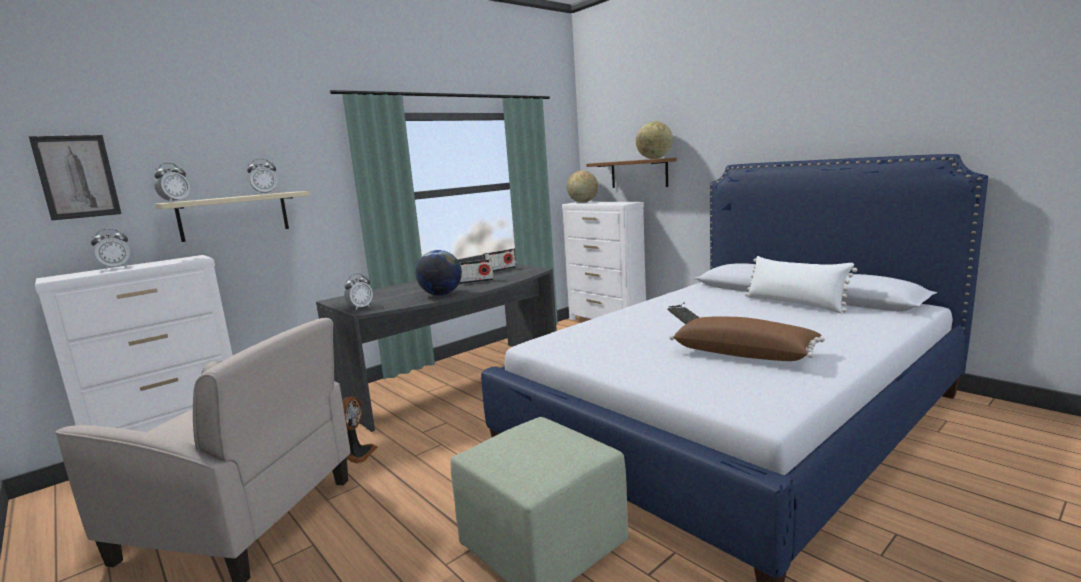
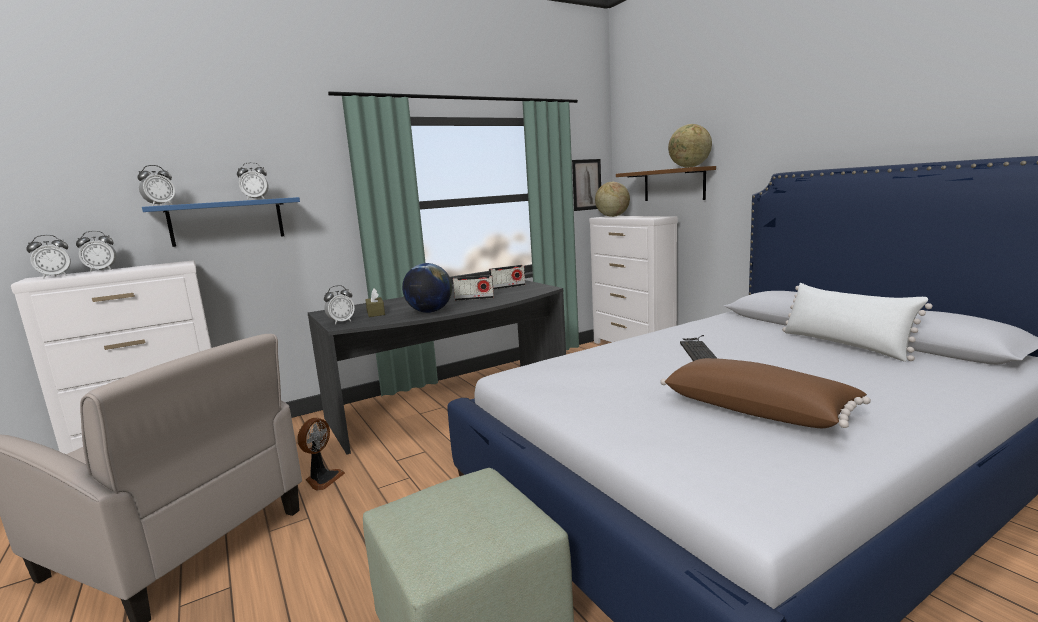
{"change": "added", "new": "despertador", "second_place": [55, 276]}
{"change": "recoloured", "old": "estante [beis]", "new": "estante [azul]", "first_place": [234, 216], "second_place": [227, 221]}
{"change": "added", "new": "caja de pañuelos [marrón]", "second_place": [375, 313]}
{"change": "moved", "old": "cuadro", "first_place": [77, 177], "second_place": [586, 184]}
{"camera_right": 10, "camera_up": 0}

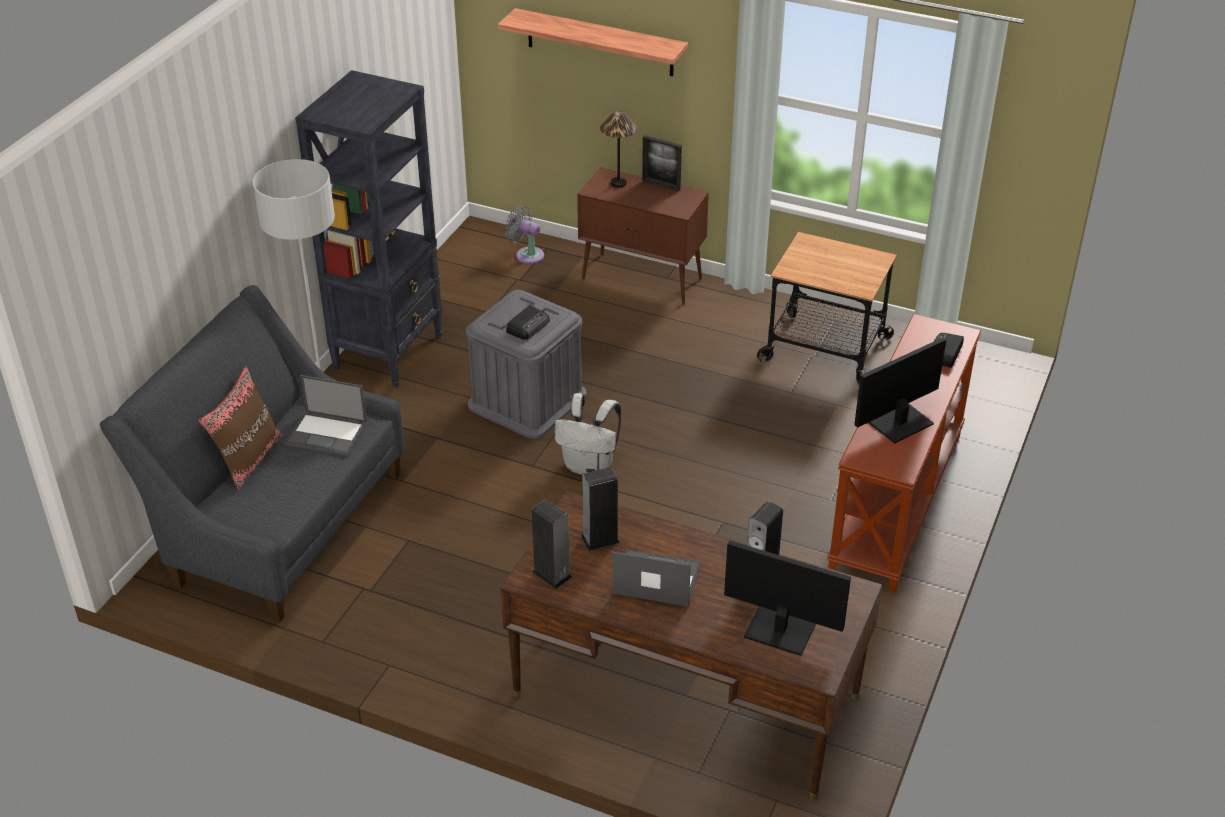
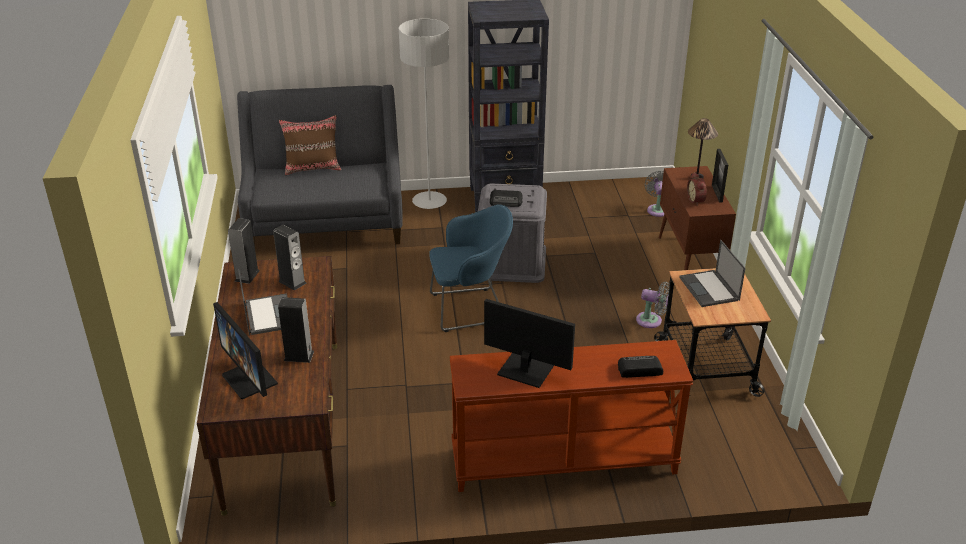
{"change": "turned", "old": "monitor", "first_place": [779, 629], "second_place": [250, 379], "degrees": 150}
{"change": "replaced", "old": "mochila [blanco]", "new": "sillón [azul]", "first_place": [590, 466], "second_place": [470, 308]}
{"change": "added", "new": "ventilador [gris]", "second_place": [651, 321]}
{"change": "moved", "old": "portátil", "first_place": [328, 433], "second_place": [709, 289]}
{"change": "added", "new": "despertador", "second_place": [696, 200]}
{"change": "removed", "old": "estante", "first_place": [600, 42]}
{"camera_right": 60, "camera_up": -5}

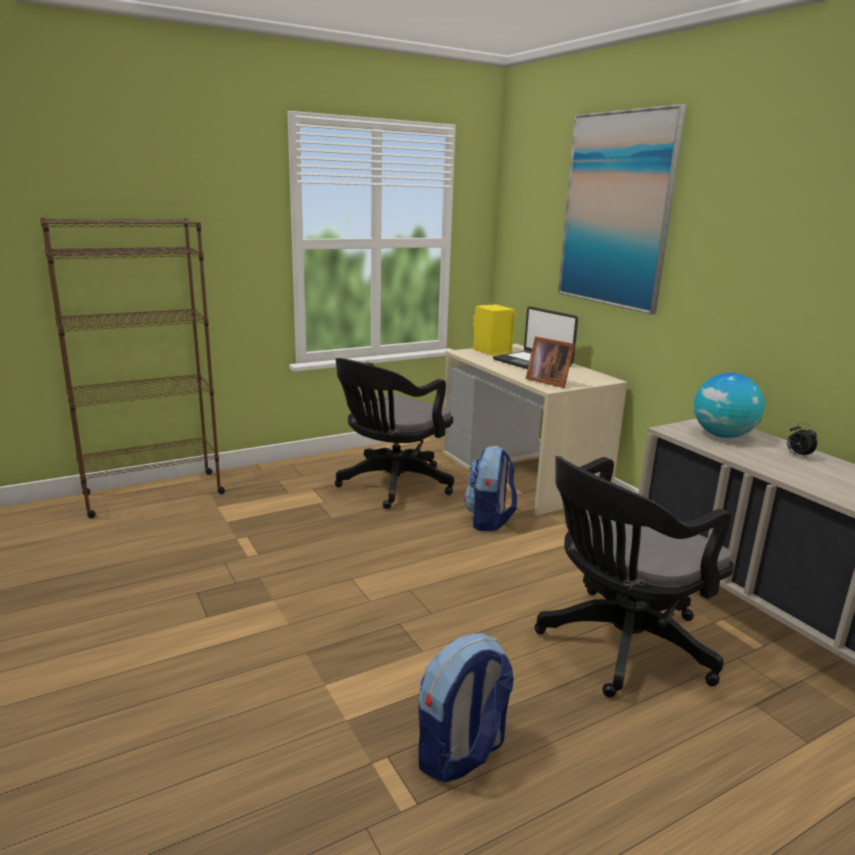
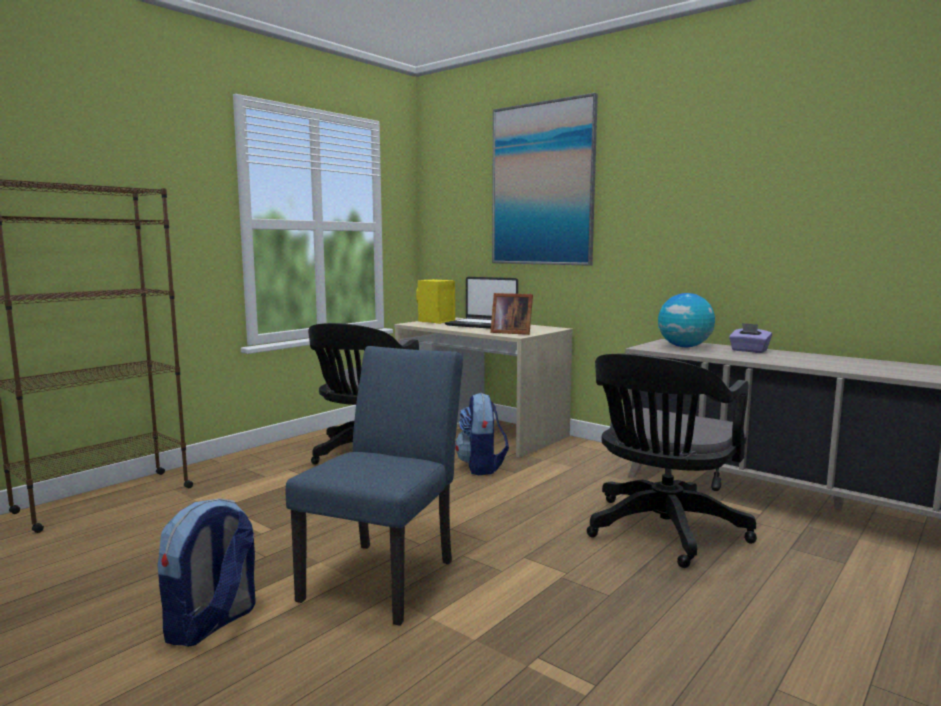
{"change": "moved", "old": "mochila", "first_place": [461, 754], "second_place": [211, 624]}
{"change": "added", "new": "silla [azul]", "second_place": [386, 574]}
{"change": "replaced", "old": "despertador", "new": "caja de pañuelos [morado]", "first_place": [798, 455], "second_place": [749, 351]}
{"camera_right": -20, "camera_up": -10}

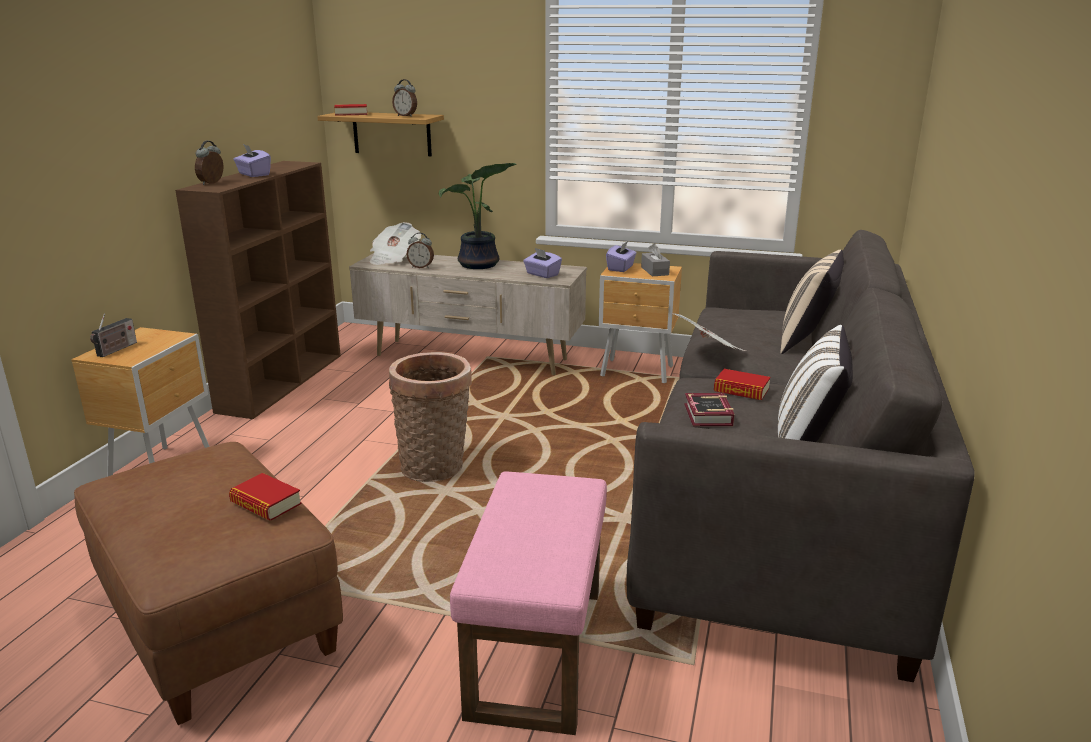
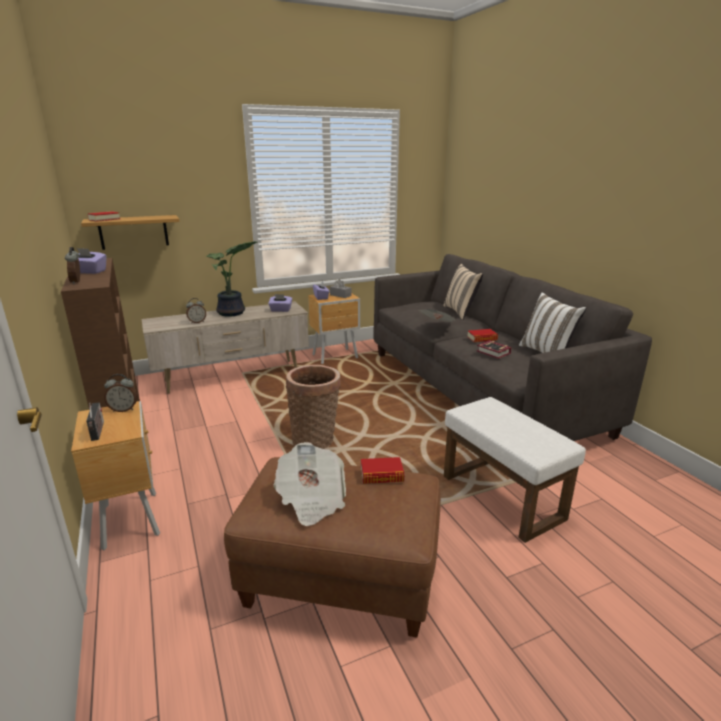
{"change": "moved", "old": "despertador", "first_place": [406, 116], "second_place": [124, 409]}
{"change": "moved", "old": "periódico", "first_place": [394, 258], "second_place": [311, 499]}
{"change": "recoloured", "old": "puf [rosa]", "new": "puf [blanco]", "first_place": [538, 653], "second_place": [503, 497]}
{"camera_right": -40, "camera_up": 0}

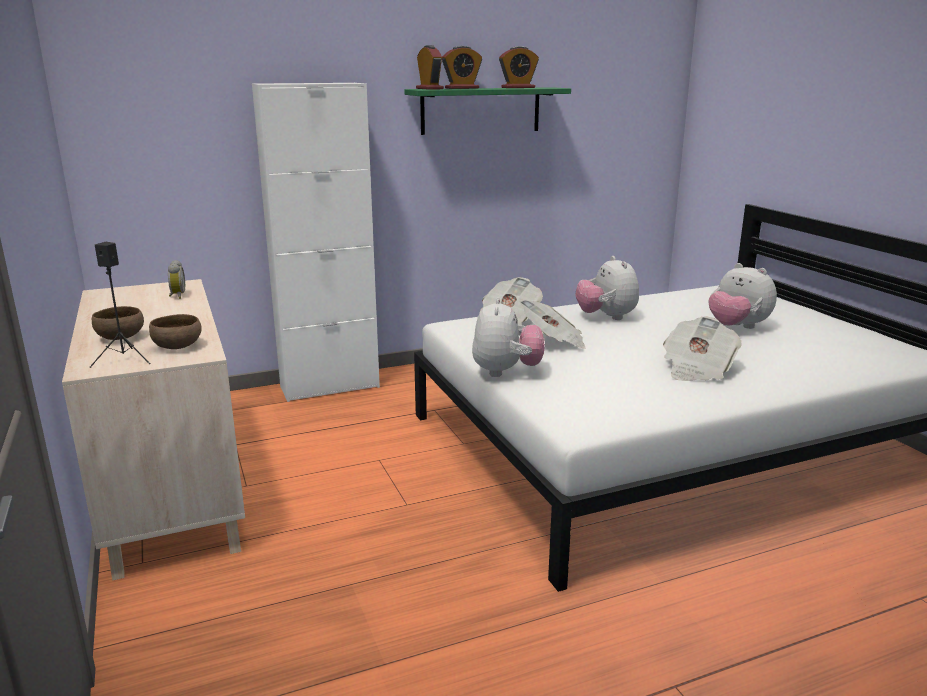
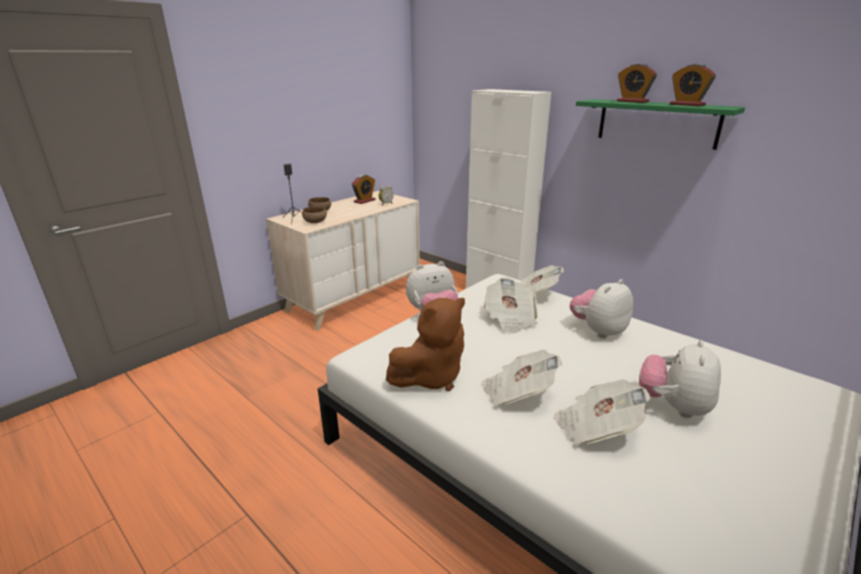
{"change": "moved", "old": "despertador", "first_place": [429, 89], "second_place": [364, 201]}
{"change": "added", "new": "peluche [marrón]", "second_place": [431, 377]}
{"change": "added", "new": "periódico", "second_place": [596, 428]}
{"camera_right": 65, "camera_up": 5}

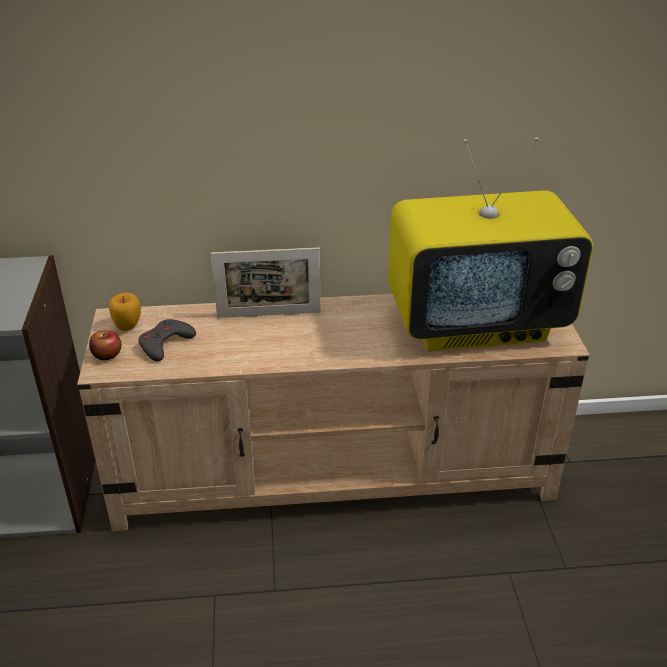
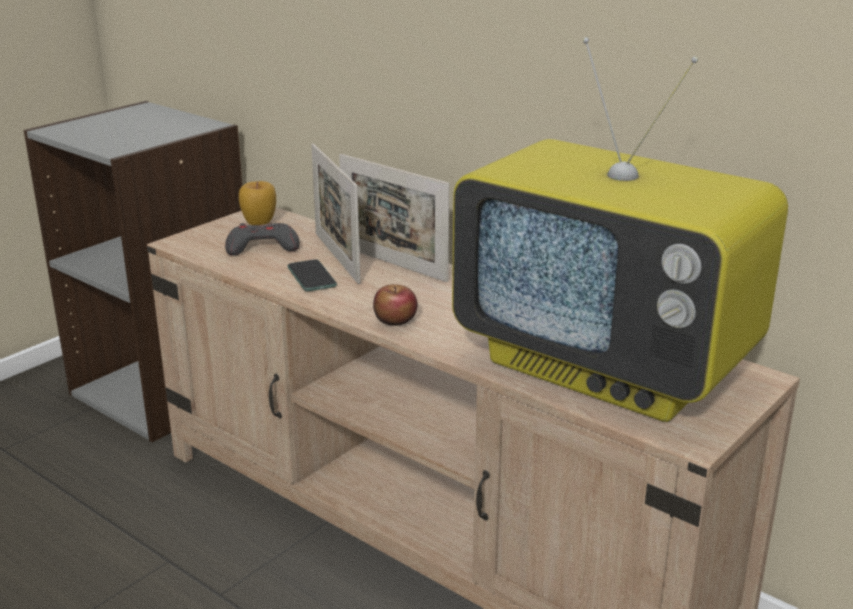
{"change": "added", "new": "móvil", "second_place": [311, 277]}
{"change": "added", "new": "portarretratos", "second_place": [337, 257]}
{"change": "moved", "old": "manzana", "first_place": [107, 354], "second_place": [395, 320]}
{"camera_right": 45, "camera_up": -10}

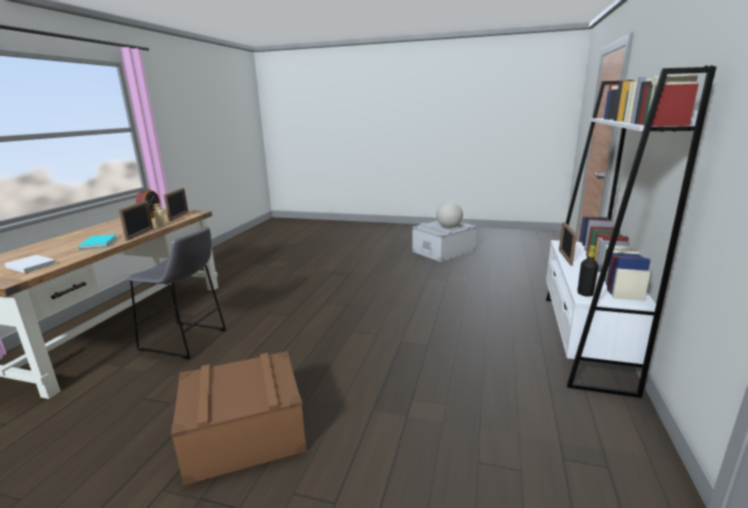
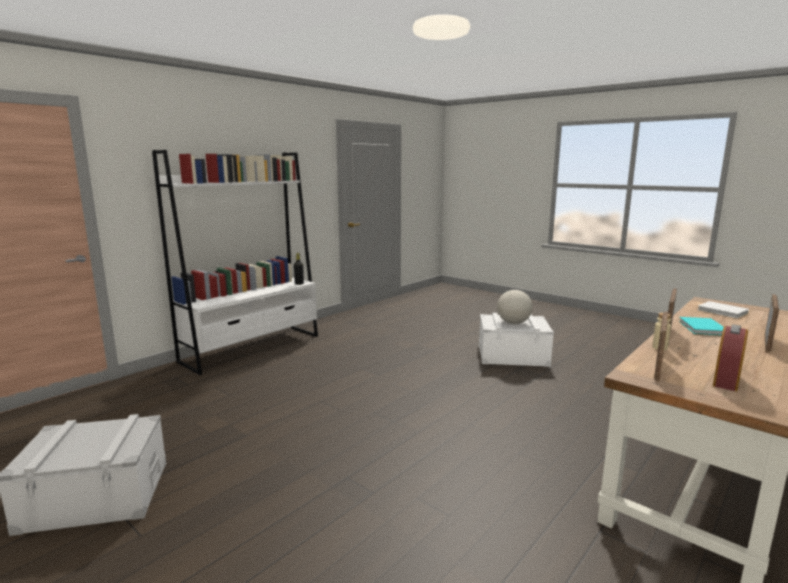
{"change": "recoloured", "old": "caja de almacenaje [marrón]", "new": "caja de almacenaje [blanco]", "first_place": [244, 434], "second_place": [512, 355]}
{"change": "moved", "old": "globo terráqueo", "first_place": [449, 227], "second_place": [513, 323]}
{"change": "moved", "old": "portarretratos", "first_place": [565, 257], "second_place": [767, 343]}
{"change": "removed", "old": "taburete [gris]", "first_place": [186, 341]}
{"camera_right": -155, "camera_up": -5}

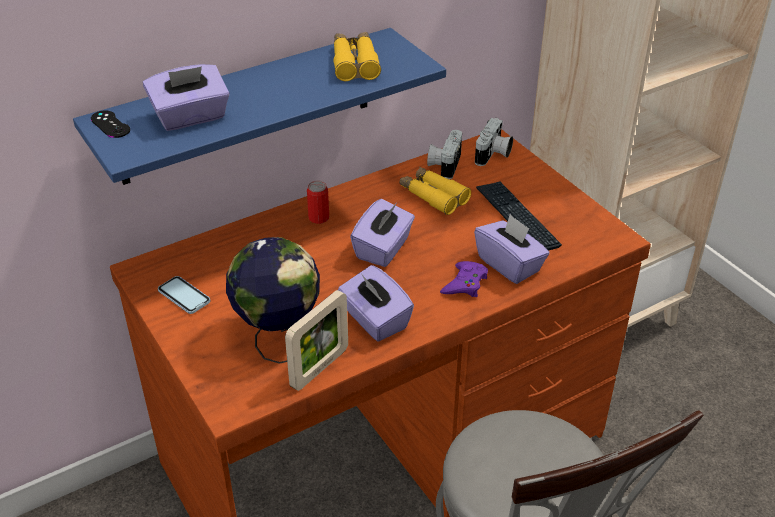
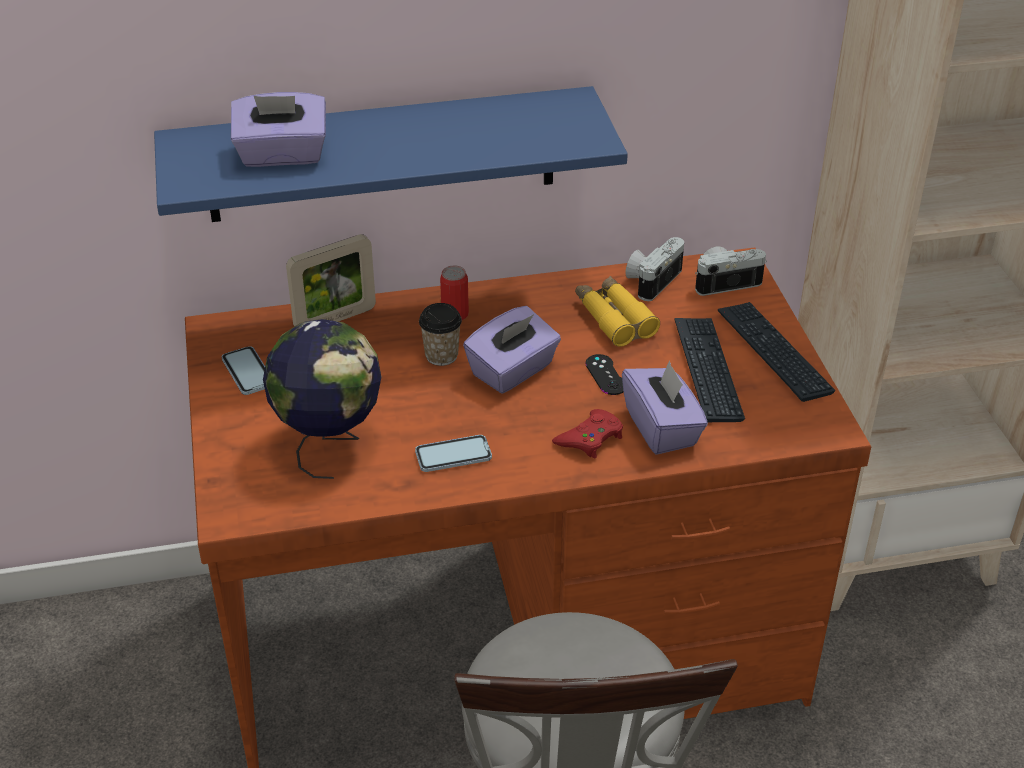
{"change": "moved", "old": "portarretratos", "first_place": [319, 368], "second_place": [335, 319]}
{"change": "replaced", "old": "caja de pañuelos [morado]", "new": "móvil", "first_place": [375, 320], "second_place": [453, 455]}
{"change": "added", "new": "taza", "second_place": [441, 356]}
{"change": "recoloured", "old": "mando de consola [morado]", "new": "mando de consola [rojo]", "first_place": [465, 284], "second_place": [590, 438]}
{"change": "moved", "old": "mando de consola [negro]", "first_place": [110, 124], "second_place": [606, 375]}
{"change": "turned", "old": "cámara", "first_place": [493, 154], "second_place": [725, 281], "degrees": -150}
{"change": "added", "new": "teclado", "second_place": [773, 352]}
{"change": "removed", "old": "prismáticos [amarillo]", "first_place": [355, 63]}
{"camera_right": 20, "camera_up": 0}

